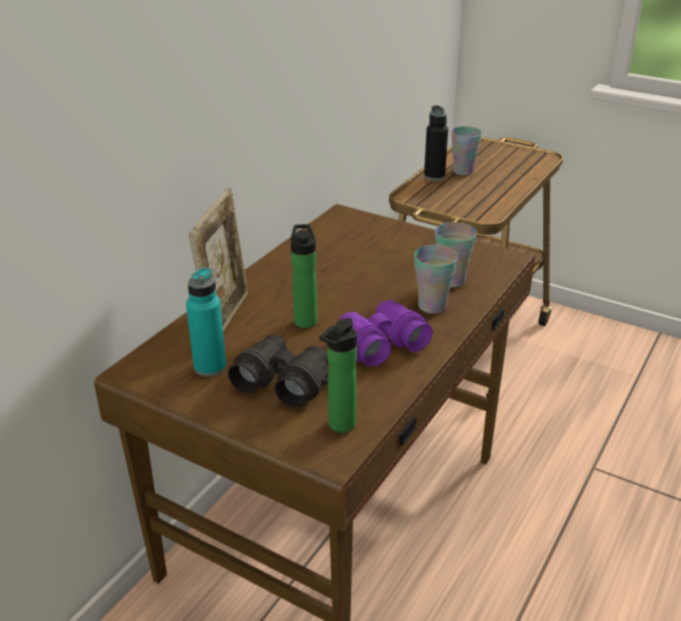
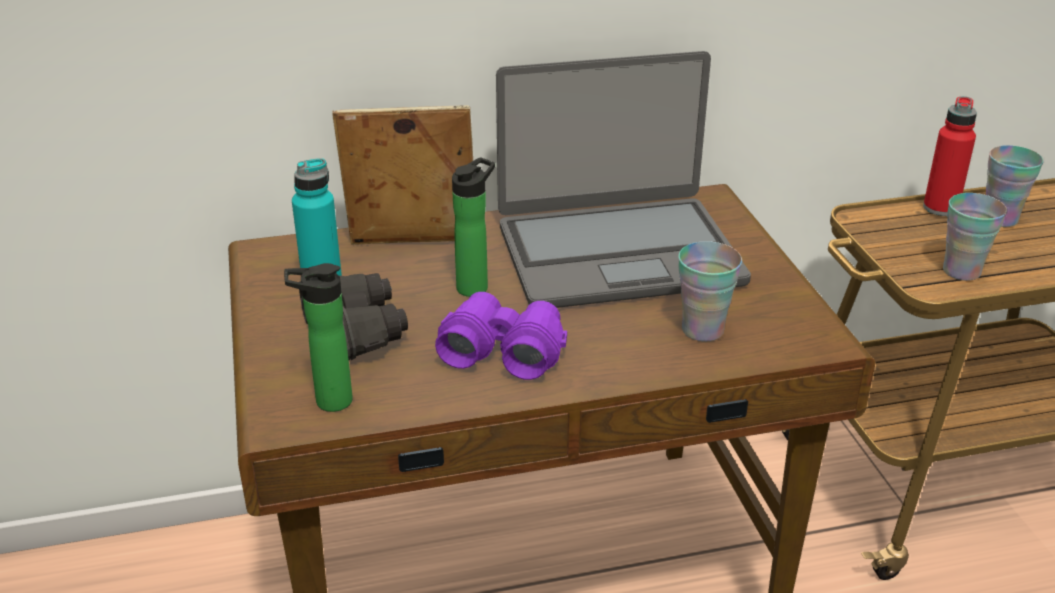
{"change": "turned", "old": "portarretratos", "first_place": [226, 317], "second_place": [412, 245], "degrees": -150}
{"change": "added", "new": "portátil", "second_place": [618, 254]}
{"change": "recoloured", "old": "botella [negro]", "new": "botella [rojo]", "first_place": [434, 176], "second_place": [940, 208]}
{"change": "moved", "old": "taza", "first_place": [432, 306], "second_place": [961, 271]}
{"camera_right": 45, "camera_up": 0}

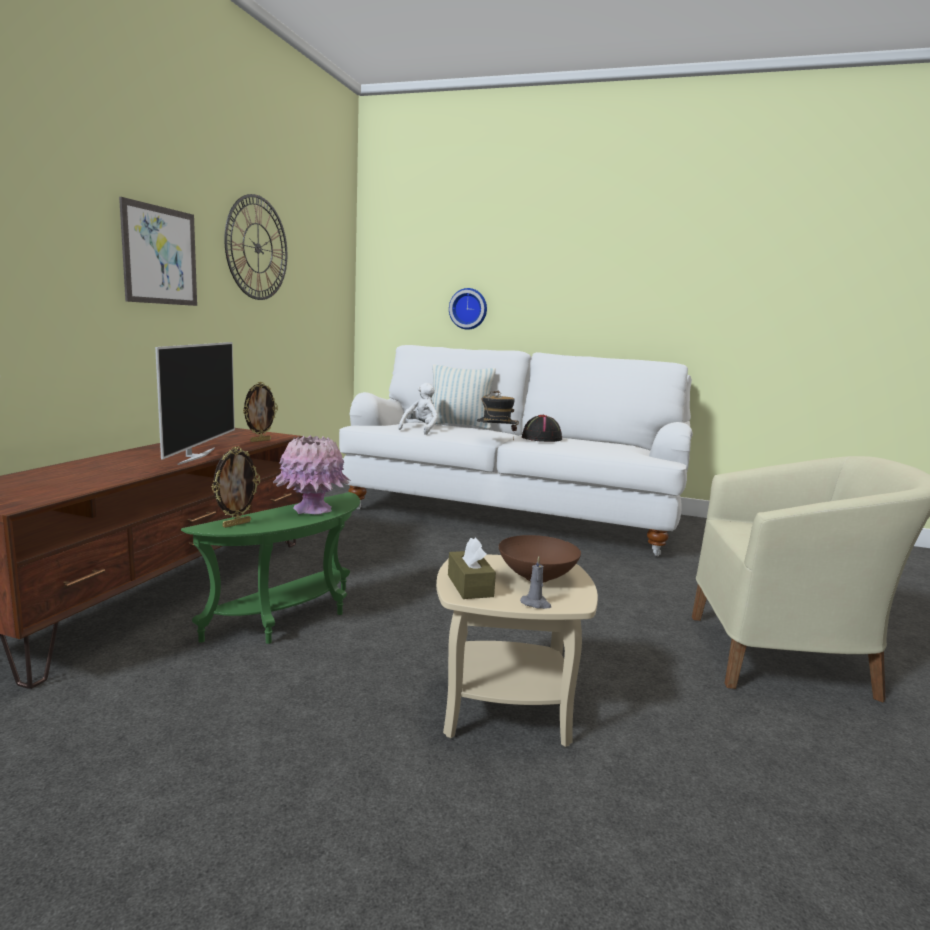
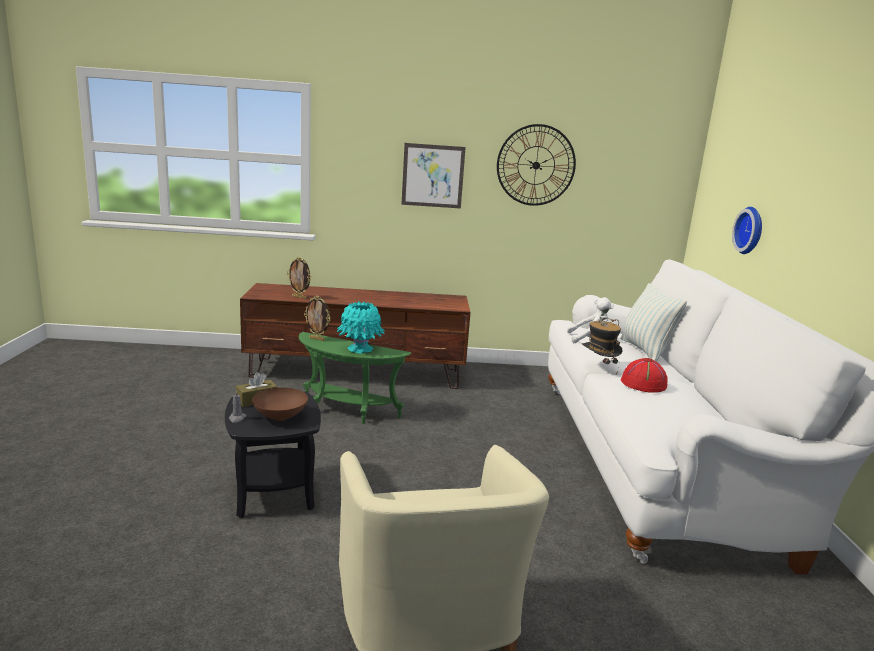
{"change": "recoloured", "old": "mesa auxiliar [beis]", "new": "mesa auxiliar [negro]", "first_place": [505, 708], "second_place": [273, 492]}
{"change": "moved", "old": "portarretratos", "first_place": [260, 440], "second_place": [299, 297]}
{"change": "recoloured", "old": "florero [rosa]", "new": "florero [turquesa]", "first_place": [312, 509], "second_place": [360, 349]}
{"change": "recoloured", "old": "sombrero [negro]", "new": "sombrero [rojo]", "first_place": [542, 438], "second_place": [643, 384]}
{"change": "removed", "old": "televisor", "first_place": [195, 456]}
{"camera_right": 70, "camera_up": 5}

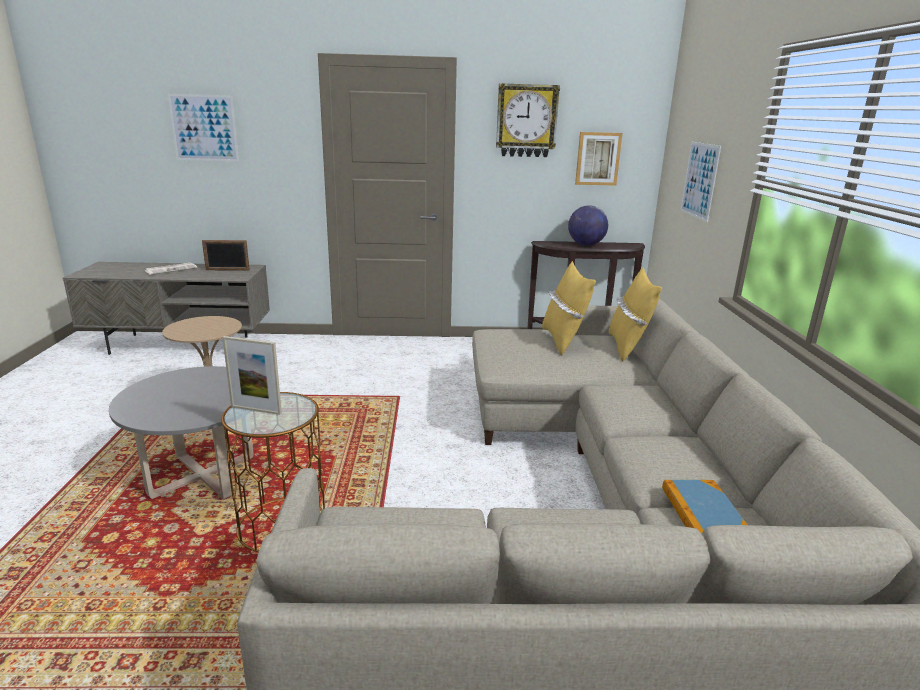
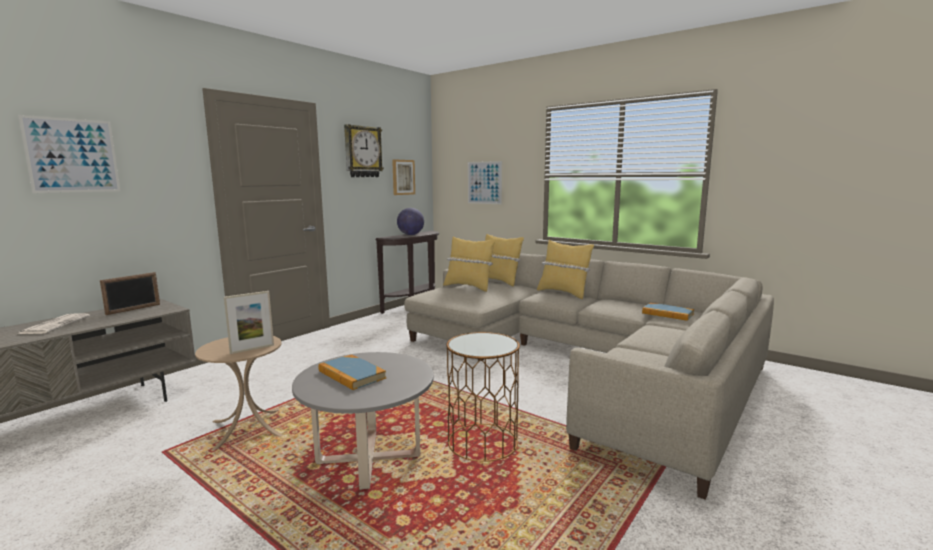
{"change": "moved", "old": "portarretratos", "first_place": [256, 410], "second_place": [252, 349]}
{"change": "added", "new": "libro", "second_place": [351, 375]}
{"change": "added", "new": "cojín [amarillo]", "second_place": [563, 293]}
{"camera_right": -50, "camera_up": -10}

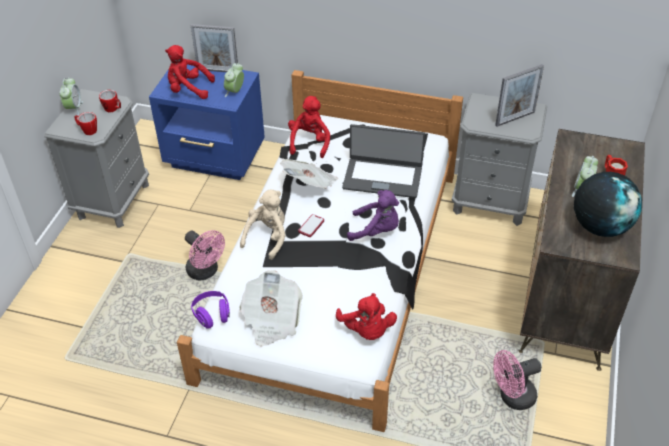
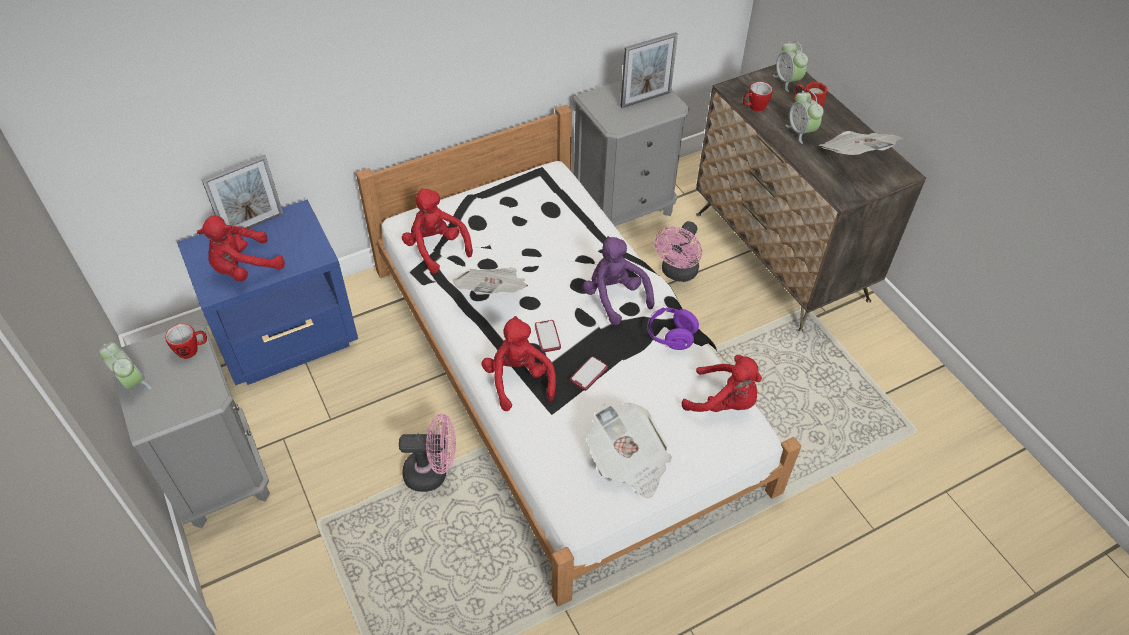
{"change": "recoloured", "old": "peluche [beis]", "new": "peluche [rojo]", "first_place": [268, 237], "second_place": [518, 380]}
{"change": "added", "new": "móvil", "second_place": [588, 374]}
{"change": "turned", "old": "peluche [morado]", "first_place": [376, 230], "second_place": [614, 297], "degrees": -90}
{"change": "turned", "old": "portarretratos", "first_place": [515, 119], "second_place": [645, 99], "degrees": 45}
{"change": "moved", "old": "auriculares [morado]", "first_place": [212, 315], "second_place": [670, 336]}
{"change": "moved", "old": "ventilador [rosa]", "first_place": [512, 397], "second_place": [677, 273]}
{"change": "moved", "old": "taza grande", "first_place": [87, 130], "second_place": [754, 107]}
{"change": "moved", "old": "despertador", "first_place": [235, 92], "second_place": [787, 81]}
{"change": "replaced", "old": "globo terráqueo", "new": "periódico", "first_place": [600, 226], "second_place": [854, 157]}
{"change": "removed", "old": "portátil", "first_place": [382, 177]}
{"camera_right": -45, "camera_up": 5}

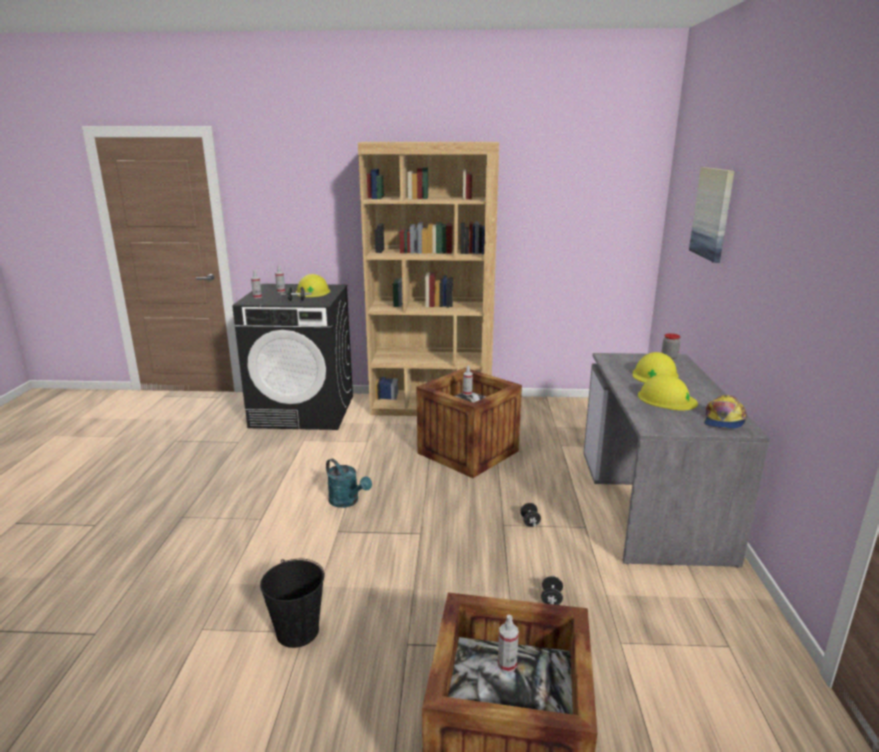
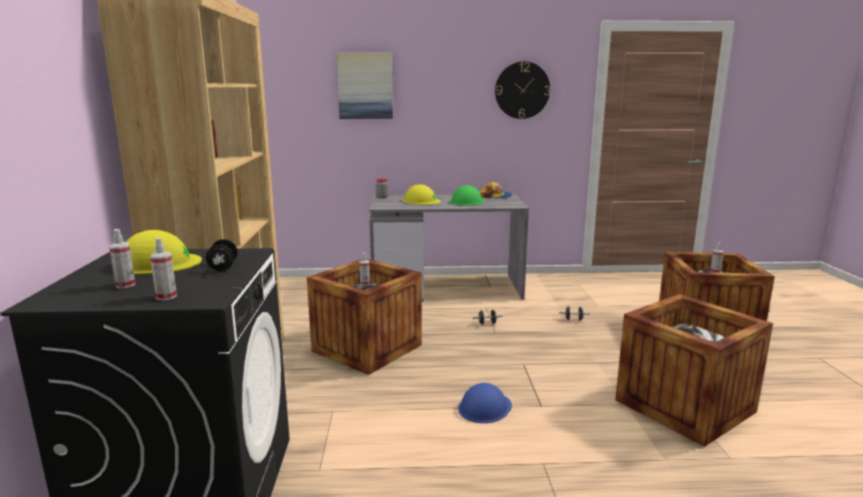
{"change": "recoloured", "old": "casco [amarillo]", "new": "casco [verde]", "first_place": [666, 399], "second_place": [467, 201]}
{"change": "replaced", "old": "regadera [turquesa]", "new": "casco [azul]", "first_place": [347, 502], "second_place": [484, 407]}
{"change": "added", "new": "reloj de pared", "second_place": [522, 90]}
{"change": "replaced", "old": "cubo [negro]", "new": "caja de embalaje", "first_place": [297, 632], "second_place": [684, 406]}
{"camera_right": -95, "camera_up": -5}

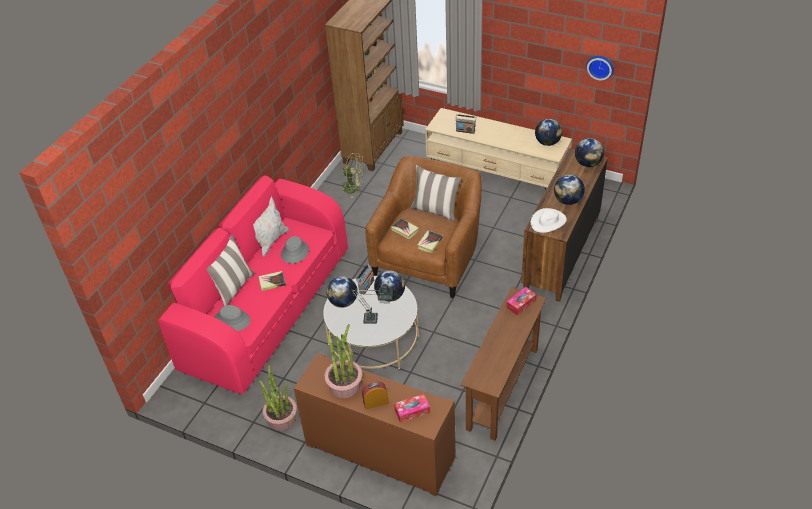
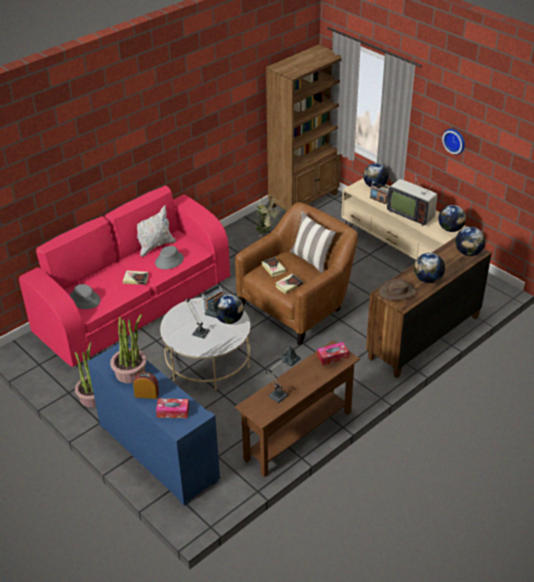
{"change": "recoloured", "old": "armario [marrón]", "new": "armario [azul]", "first_place": [380, 451], "second_place": [158, 452]}
{"change": "added", "new": "lámpara de mesa", "second_place": [281, 393]}
{"change": "moved", "old": "globo terráqueo", "first_place": [343, 302], "second_place": [375, 186]}
{"change": "recoloured", "old": "sombrero [blanco]", "new": "sombrero [marrón]", "first_place": [548, 221], "second_place": [397, 292]}
{"change": "added", "new": "televisor", "second_place": [411, 213]}
{"change": "moved", "old": "reloj de pared", "first_place": [600, 66], "second_place": [455, 140]}
{"change": "removed", "old": "cojín", "first_place": [233, 287]}
{"camera_right": 20, "camera_up": -5}

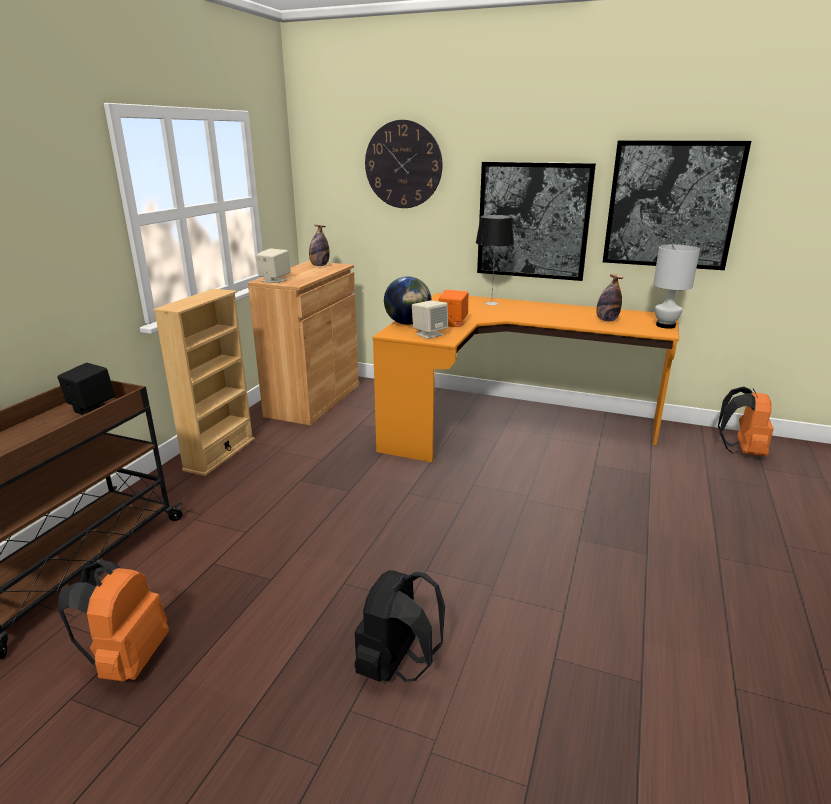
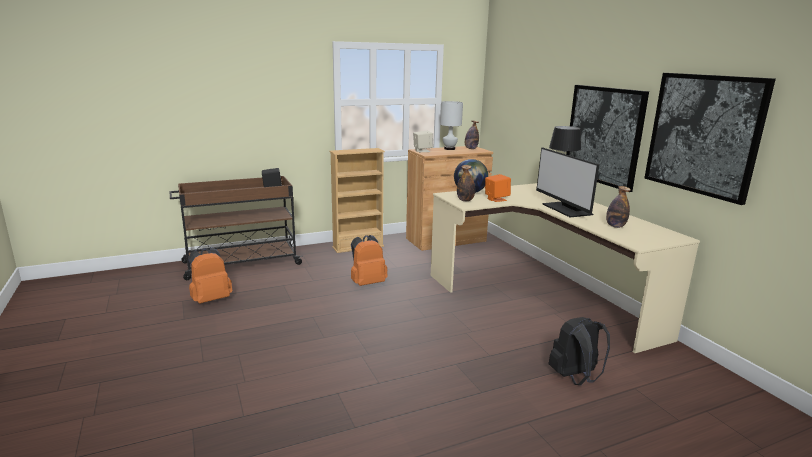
{"change": "moved", "old": "mochila [naranja]", "first_place": [742, 451], "second_place": [367, 283]}
{"change": "recoloured", "old": "escritorio [naranja]", "new": "escritorio [beis]", "first_place": [509, 423], "second_place": [543, 294]}
{"change": "moved", "old": "lámpara de mesa [blanco]", "first_place": [665, 325], "second_place": [449, 149]}
{"change": "replaced", "old": "altavoz [beis]", "new": "botella", "first_place": [429, 334], "second_place": [465, 200]}
{"change": "added", "new": "monitor", "second_place": [566, 209]}
{"change": "moved", "old": "mochila [negro]", "first_place": [396, 666], "second_place": [575, 377]}
{"change": "removed", "old": "reloj de pared", "first_place": [403, 165]}
{"camera_right": 45, "camera_up": -5}

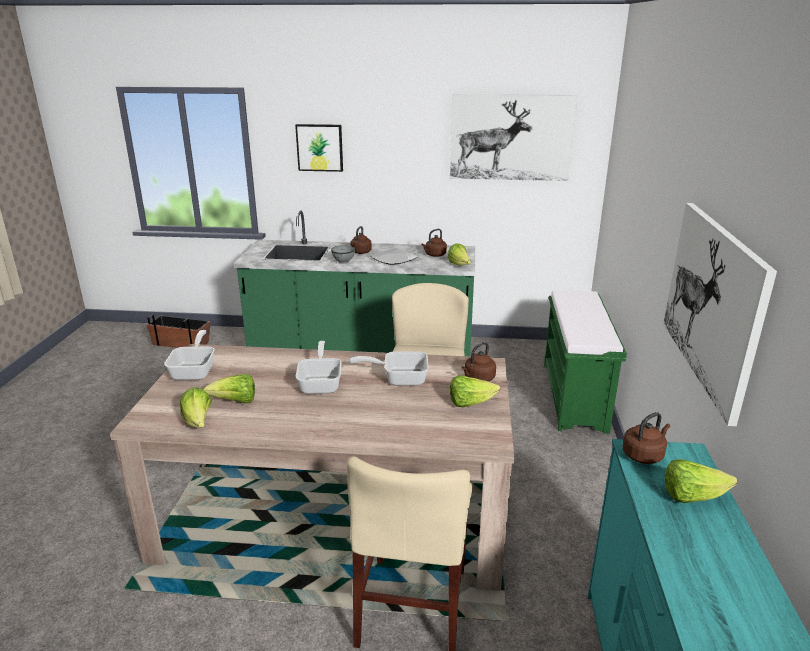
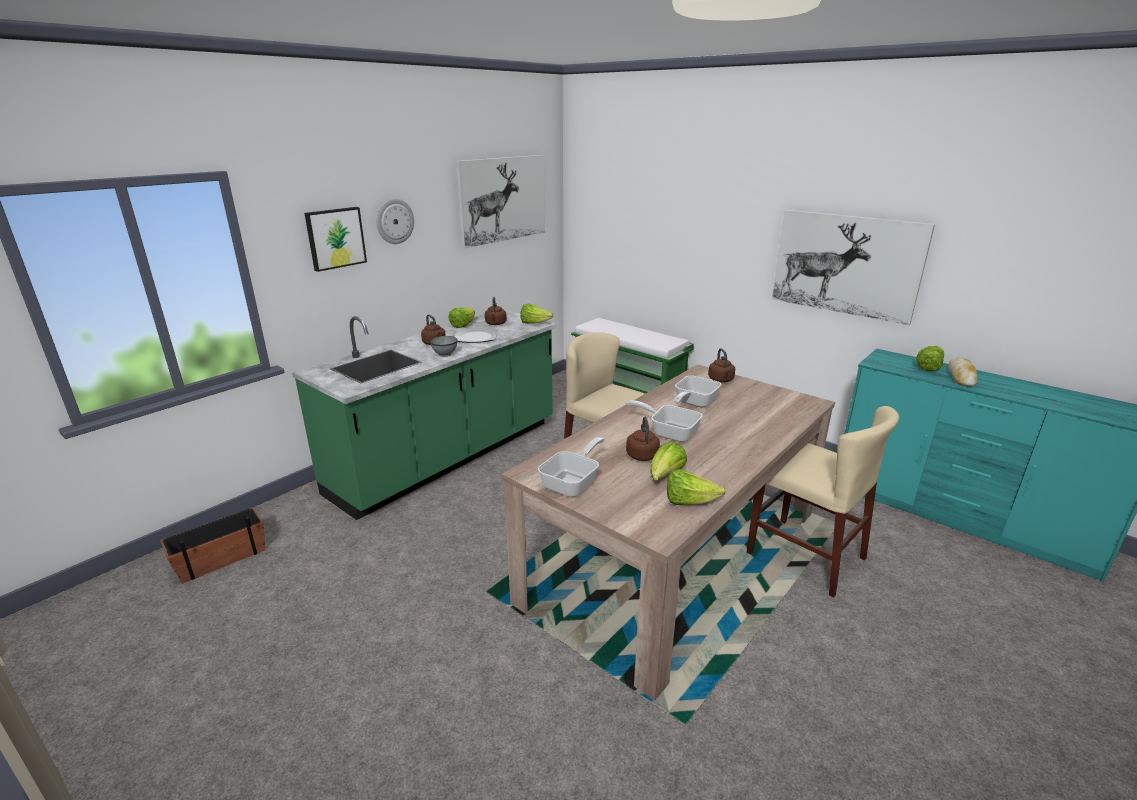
{"change": "added", "new": "reloj de pared", "second_place": [394, 221]}
{"change": "moved", "old": "lechuga", "first_place": [470, 403], "second_place": [463, 325]}
{"change": "turned", "old": "sartén", "first_place": [195, 370], "second_place": [573, 483], "degrees": 90}
{"change": "moved", "old": "hervidor [marrón]", "first_place": [644, 455], "second_place": [642, 454]}
{"change": "added", "new": "pan", "second_place": [961, 377]}
{"camera_right": -55, "camera_up": 0}

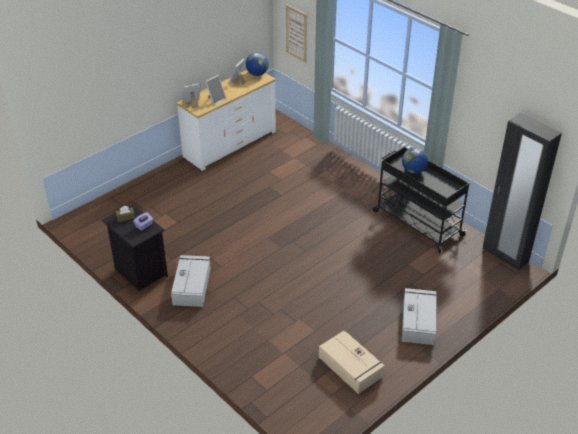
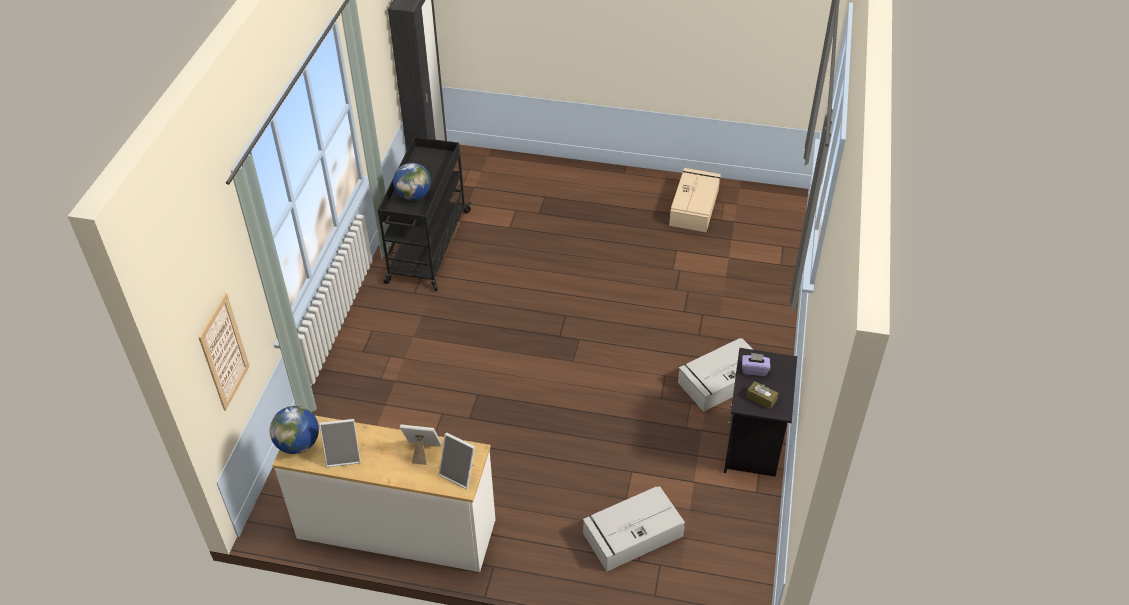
{"change": "moved", "old": "caja de almacenaje [gris]", "first_place": [418, 321], "second_place": [631, 535]}
{"camera_right": -125, "camera_up": 5}

